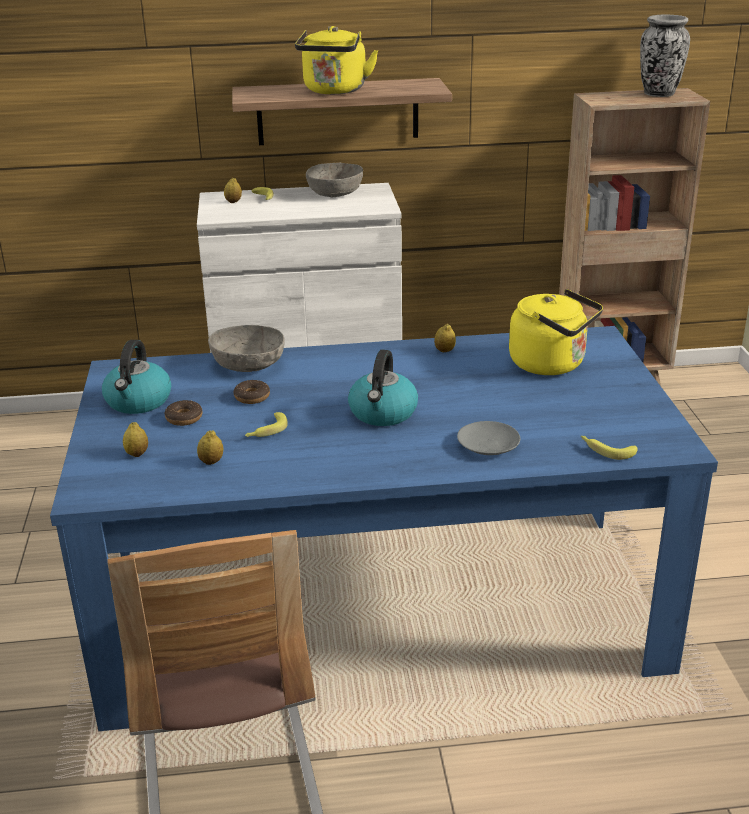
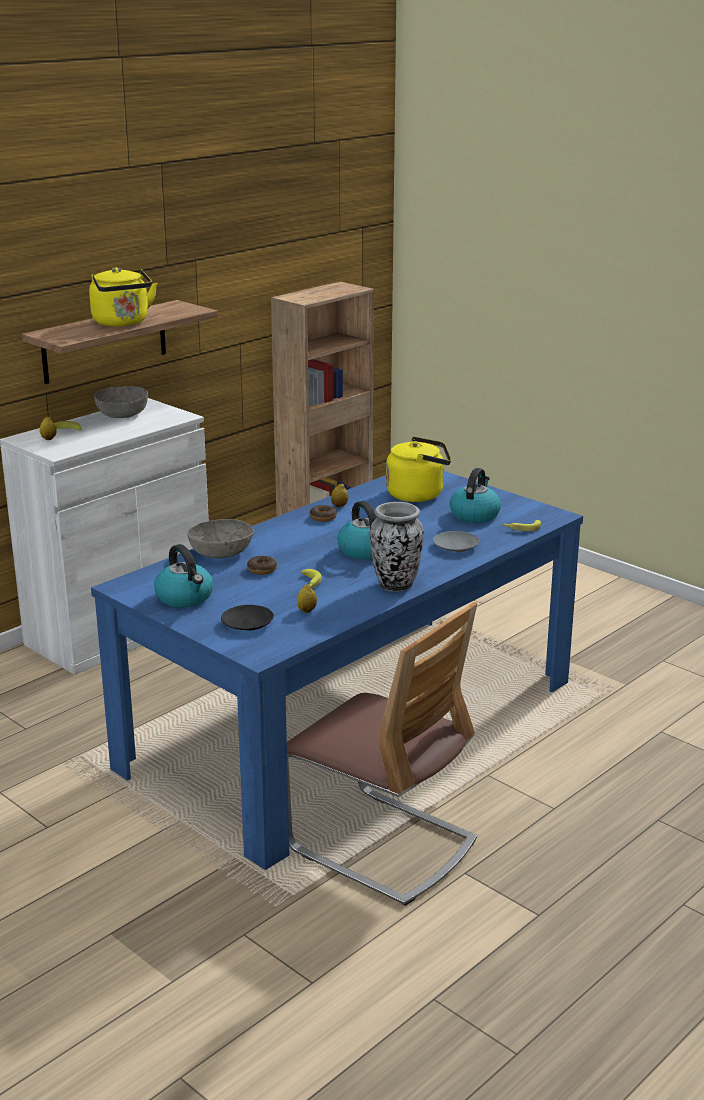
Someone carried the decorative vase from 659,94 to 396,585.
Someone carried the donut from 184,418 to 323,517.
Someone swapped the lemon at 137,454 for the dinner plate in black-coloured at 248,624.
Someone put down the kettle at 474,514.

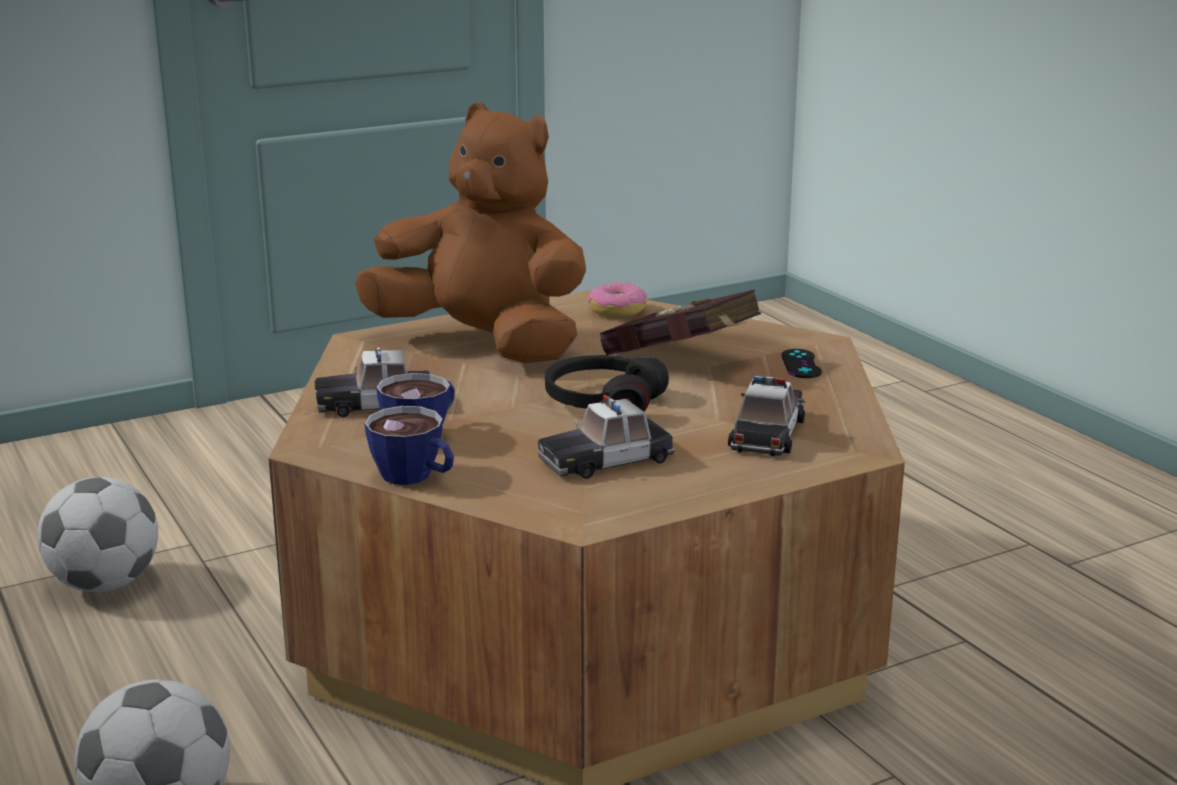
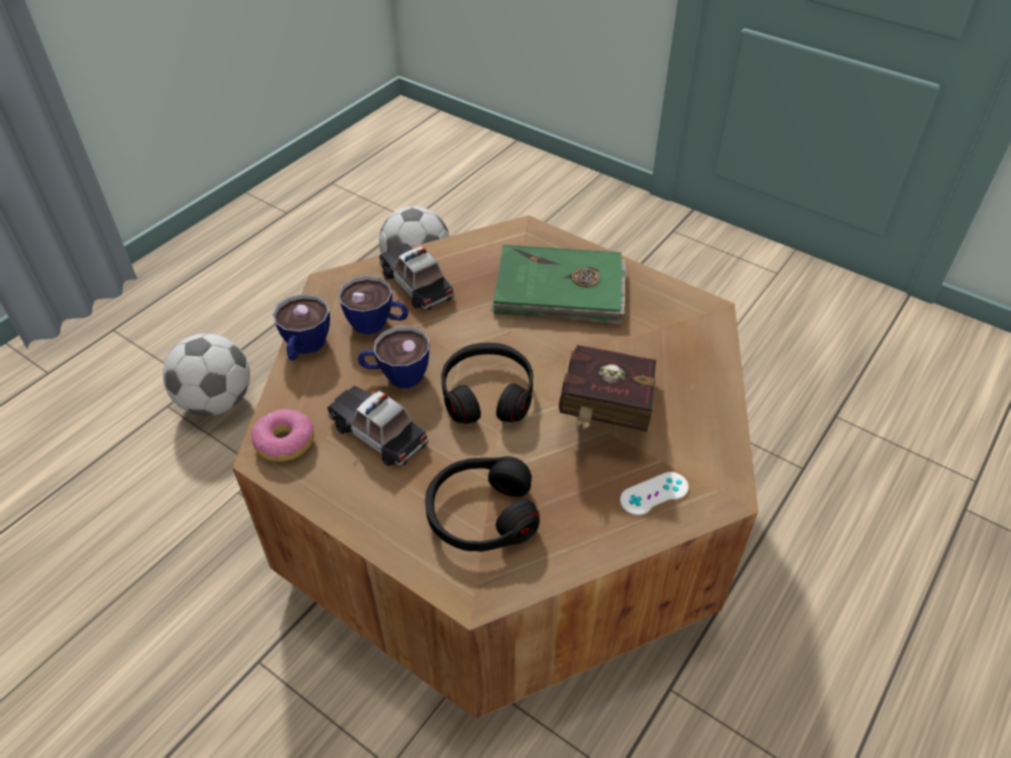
Someone swapped the soft toy in brown-coloured at 483,344 for the volume in greenish at 560,290.
Someone carried the donut from 617,310 to 285,442.
Someone repainted the game controller in black-coloured at 801,364, which became the game controller in white-coloured at 654,494.
Someone swapped the model car at 768,432 for the headphones in black-coloured at 481,514.
Someone put down the drinking cup at 396,375.

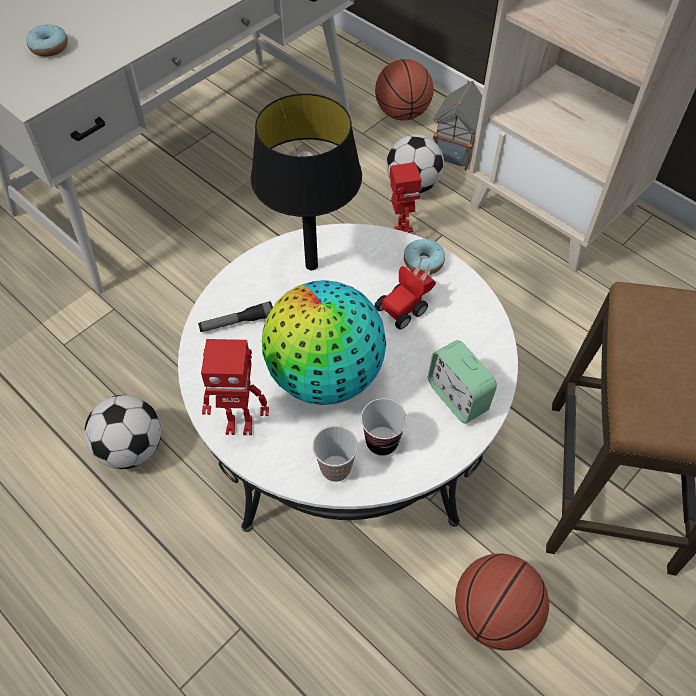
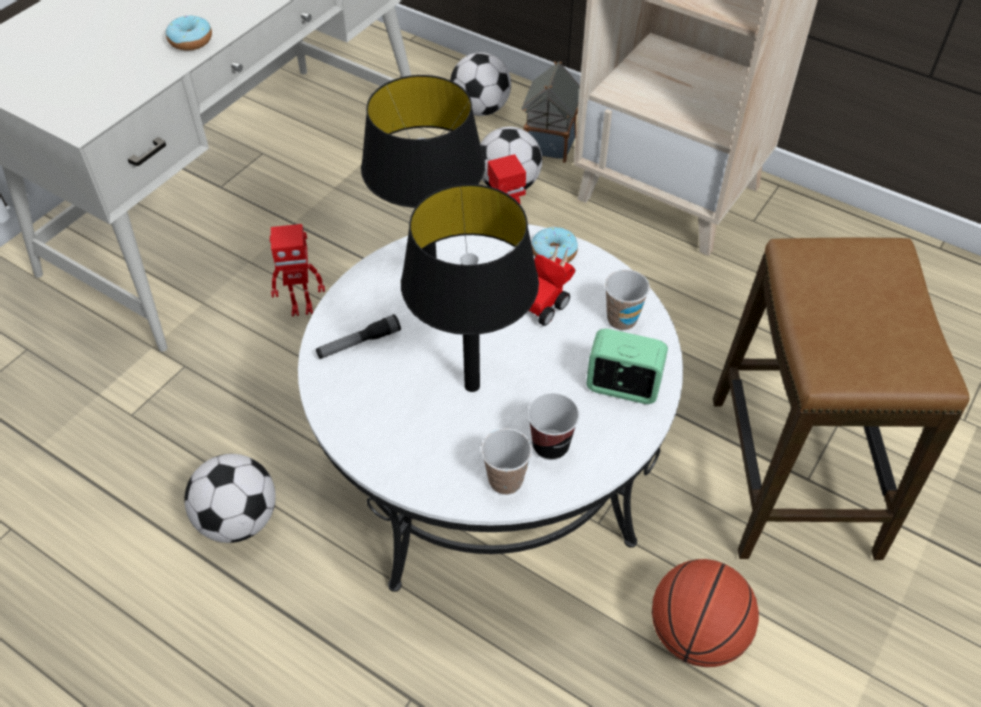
Someone carried the donut from 49,47 to 191,41.
Someone swapped the ball for basketball at 402,113 for the ball for football at 480,109.
Someone swapped the world globe at 325,376 for the tabletop lamp in black-coloured at 472,386.
Someone carried the toy robot from 240,424 to 302,308.
Someone rotated the alarm clock at 457,397 by 150 degrees clockwise.
Someone put down the drinking cup at 622,319.

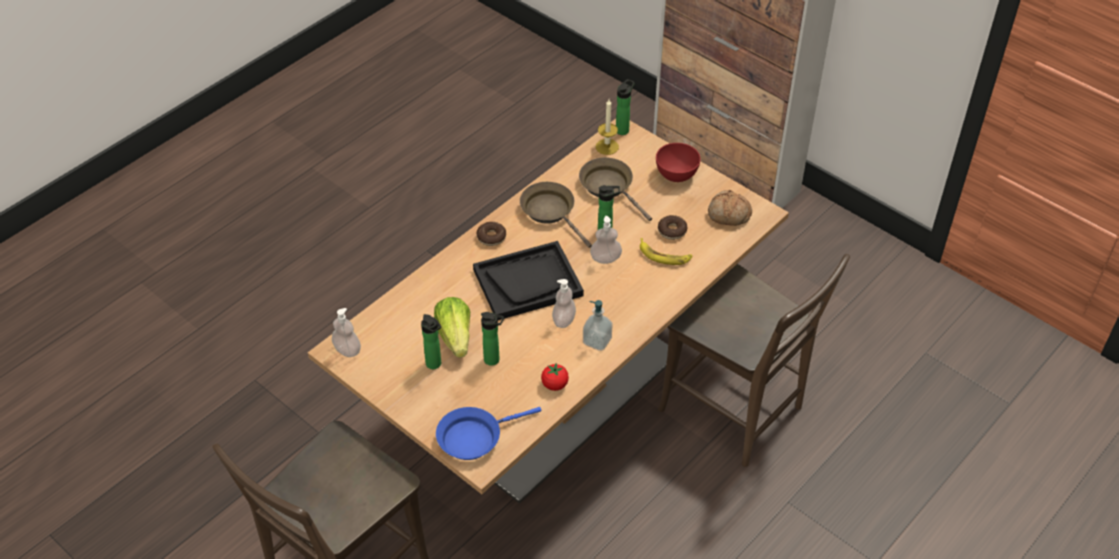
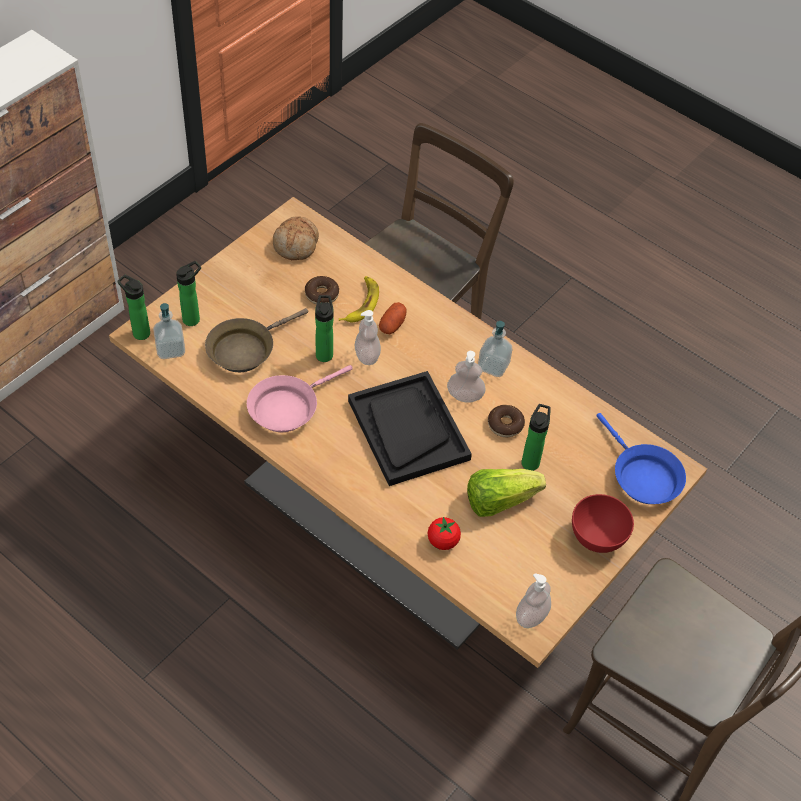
Someone swapped the wax light at 607,147 for the soap bottle at 170,349.
Someone carried the bowl in red-coloured from 676,175 to 597,537.
Someone repainted the pan in brown-coloured at 551,212, which became the pan in pink at 287,407.
Someone carried the donut from 491,237 to 505,424.
Someone carried the bottle from 435,365 to 193,318.
Someone carried the fresh tomato from 554,385 to 443,541.
Someone put down the spud at 392,325.

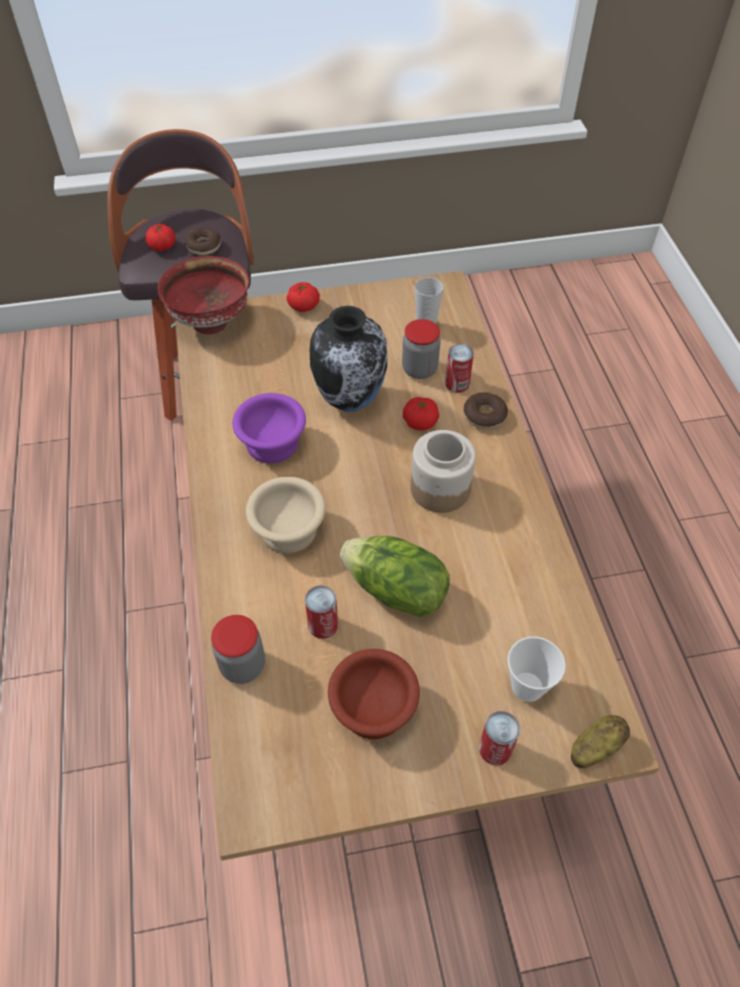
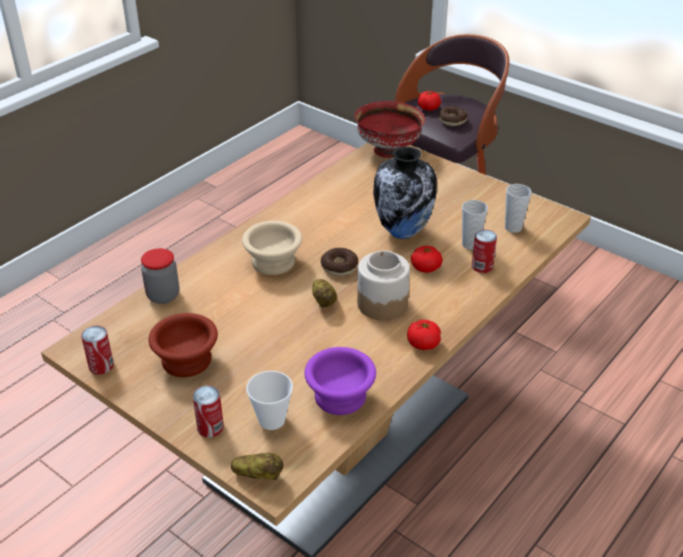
Someone carried the fresh tomato from 303,306 to 423,344.
Someone swapped the preserve jar at 419,369 for the drinking cup at 470,244.
Someone carried the donut from 484,416 to 339,267.
Someone carried the bowl in purple-coloured from 270,442 to 340,395.
Someone took away the head of lettuce at 395,591.
Someone carried the sealed can from 323,625 to 101,365.
Someone put down the spud at 324,301.

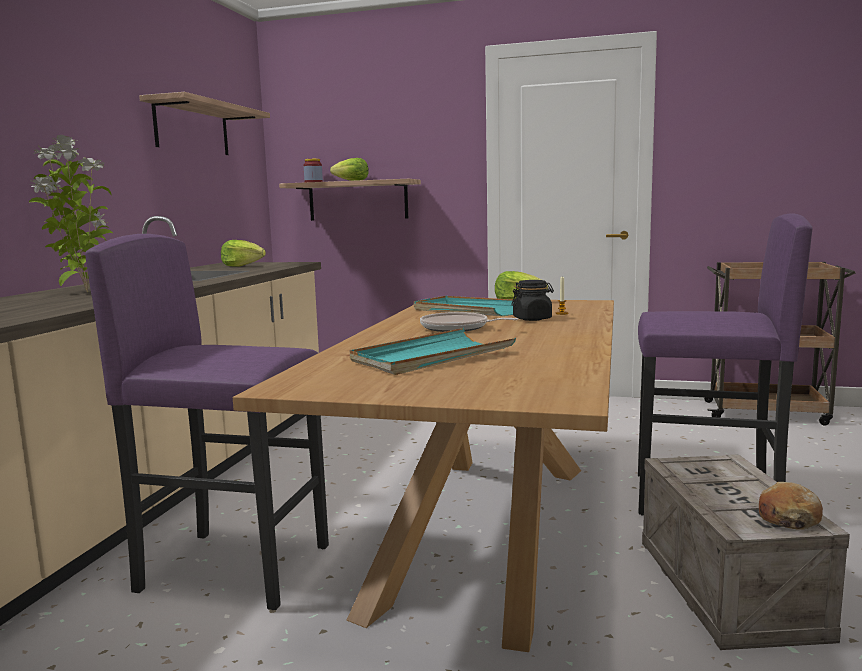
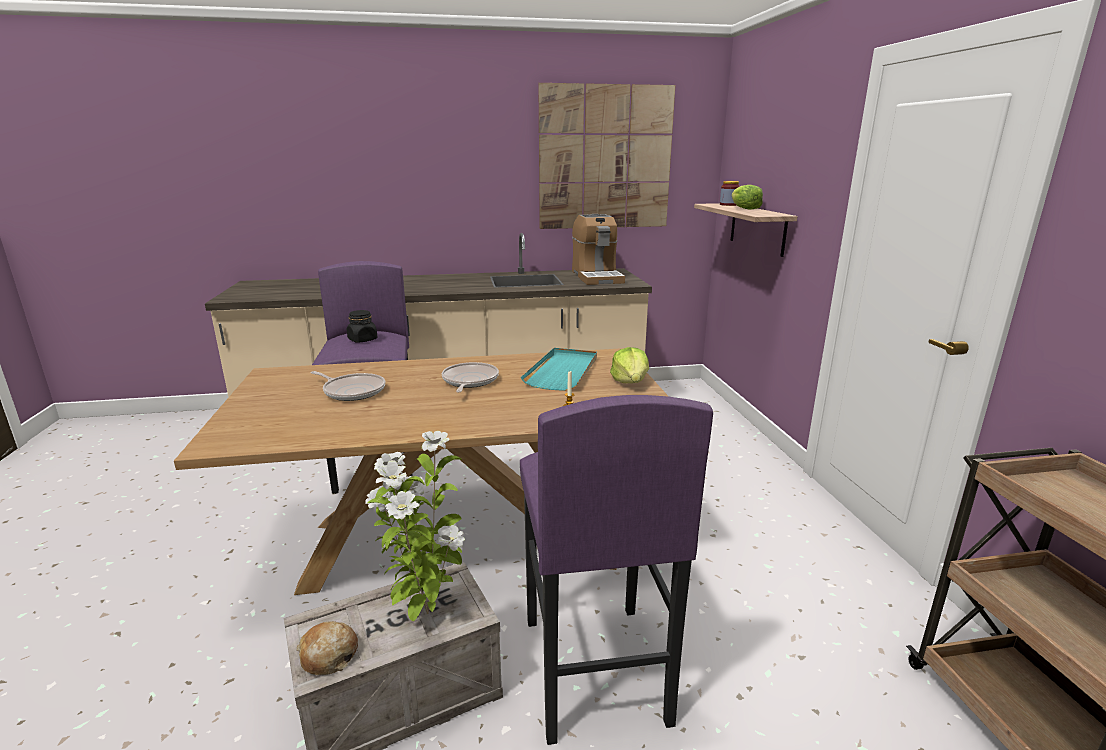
Someone swapped the wall shelf at 192,129 for the wall picture at 605,158.
Someone carried the potted plant from 84,292 to 424,613.
Someone swapped the head of lettuce at 242,266 for the coffee maker at 596,277.
Someone carried the preserve jar in black-coloured from 532,319 to 363,340.
Someone swapped the tray in blue-green at 432,357 for the pan at 352,391.

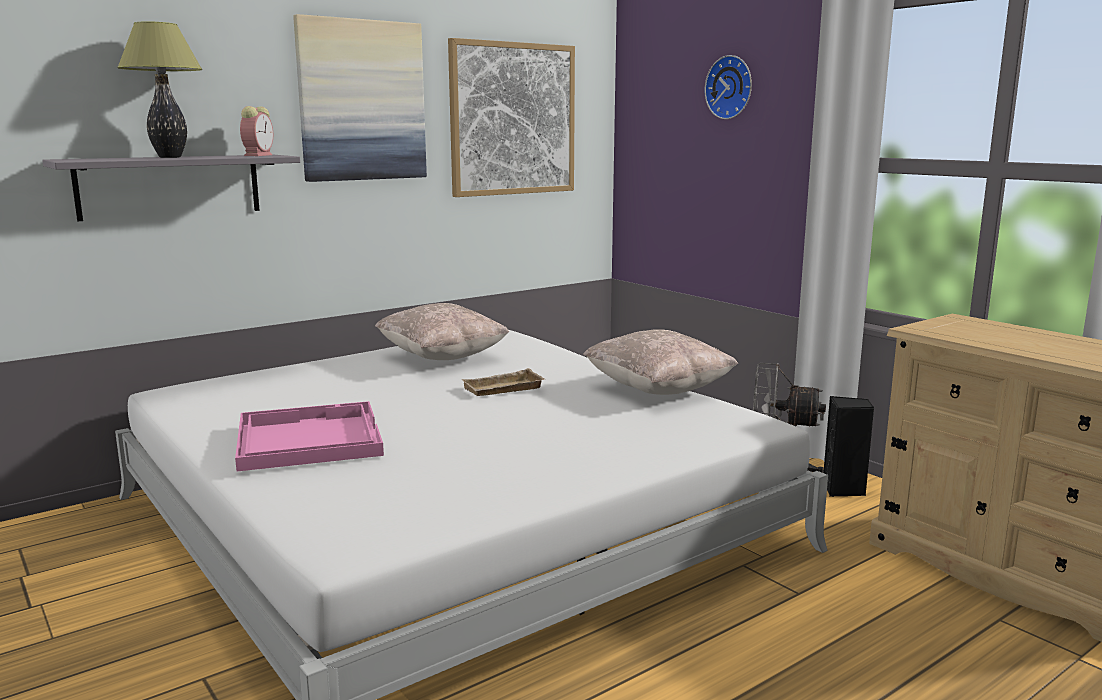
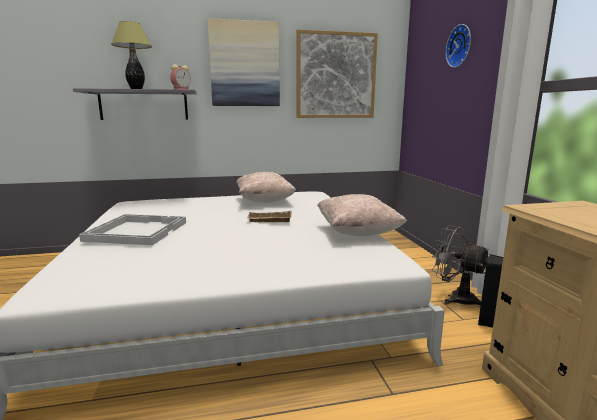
Someone repainted the tray in pink at 307,439, which became the tray in white-coloured at 137,231.

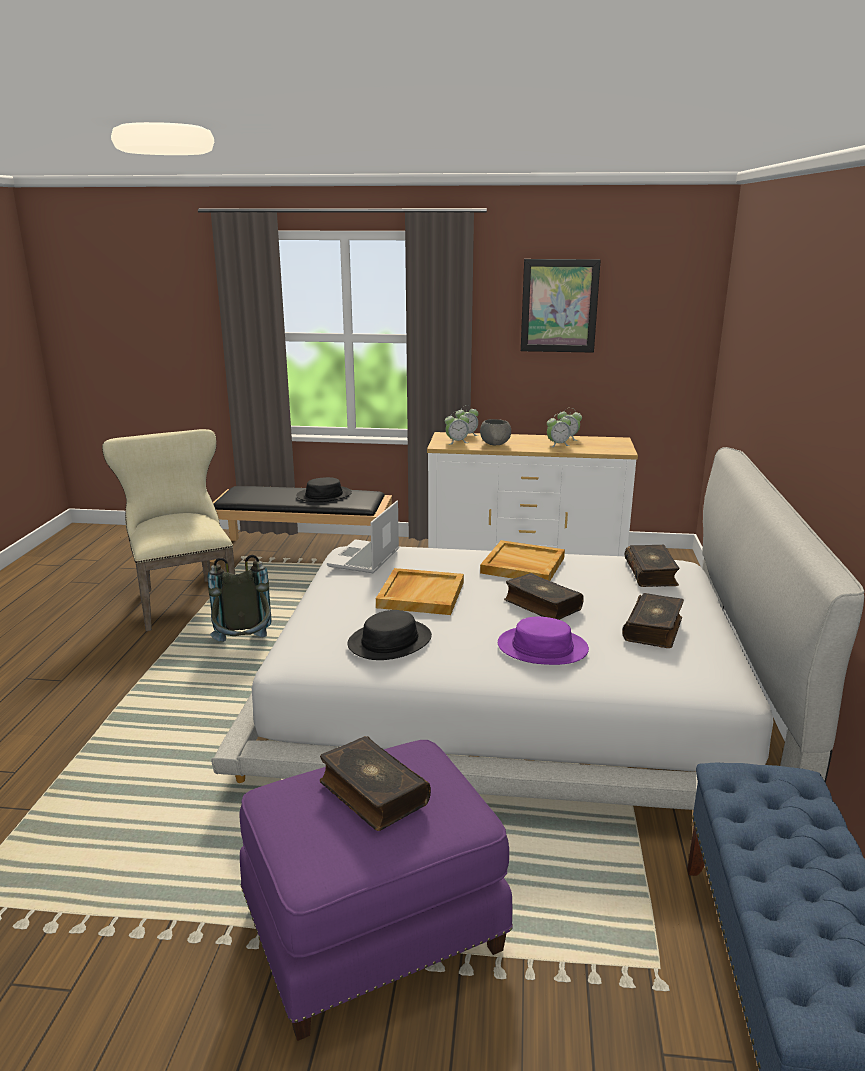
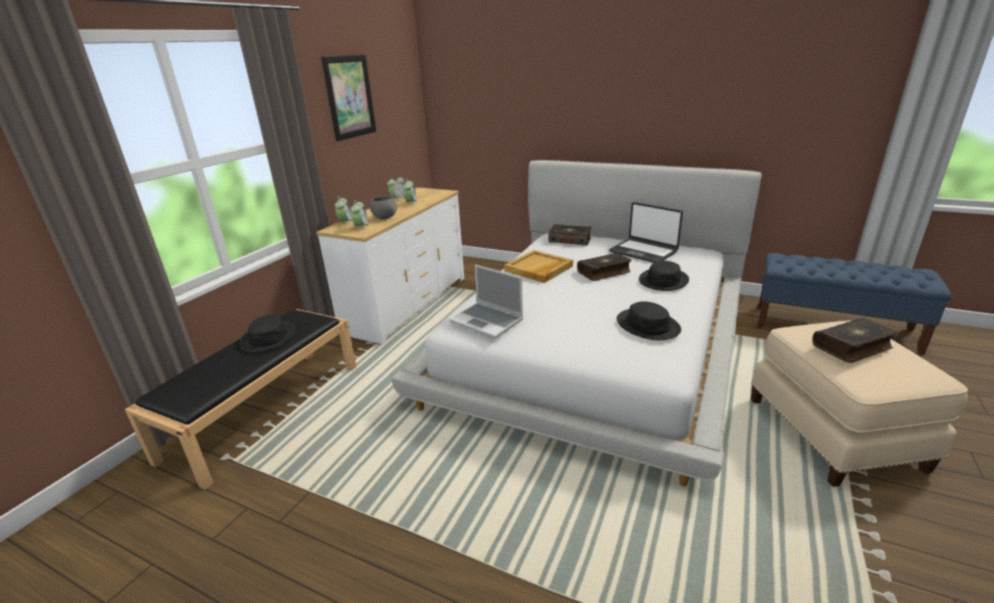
Someone took away the upright chair in sand-coloured at 183,599.
Someone took away the knapsack in greyish at 244,647.
Someone took away the tray in sand-coloured at 420,594.
Someone swapped the volume at 654,629 for the laptop at 643,251.
Someone repainted the hat in purple-coloured at 542,647, which became the hat in black-coloured at 663,280.
Someone repainted the ottoman in purple-coloured at 374,933, which became the ottoman in sand-coloured at 835,432.

